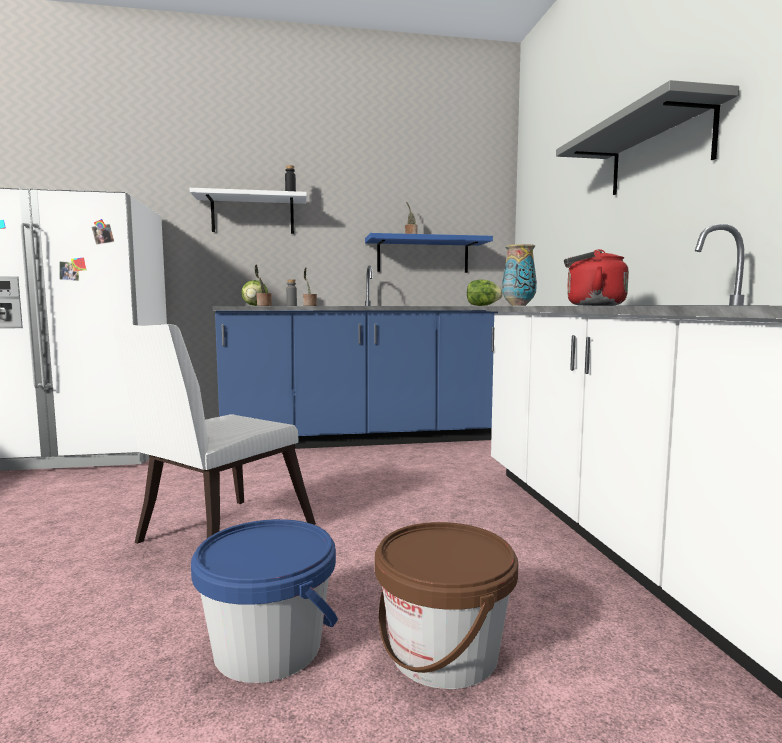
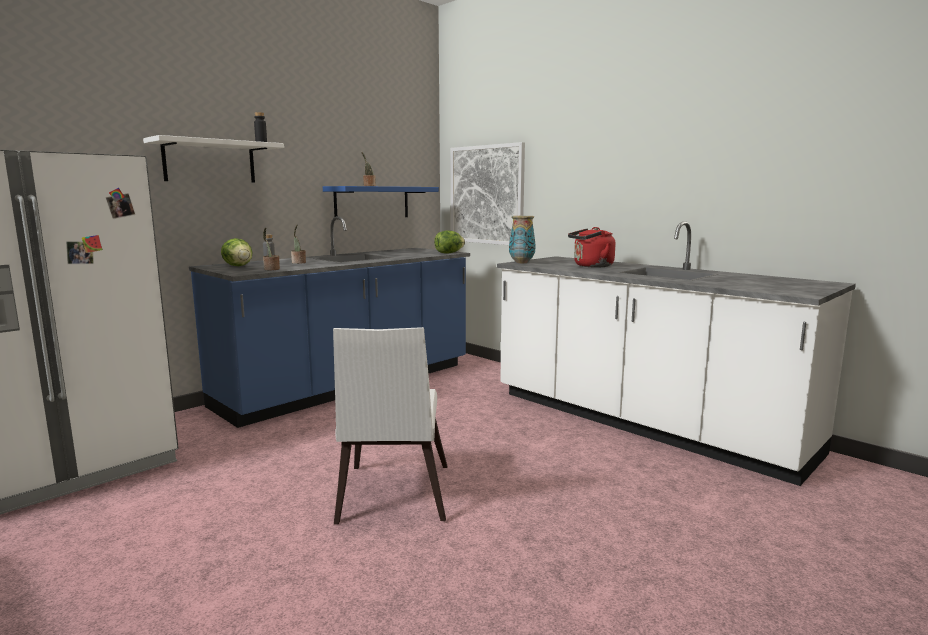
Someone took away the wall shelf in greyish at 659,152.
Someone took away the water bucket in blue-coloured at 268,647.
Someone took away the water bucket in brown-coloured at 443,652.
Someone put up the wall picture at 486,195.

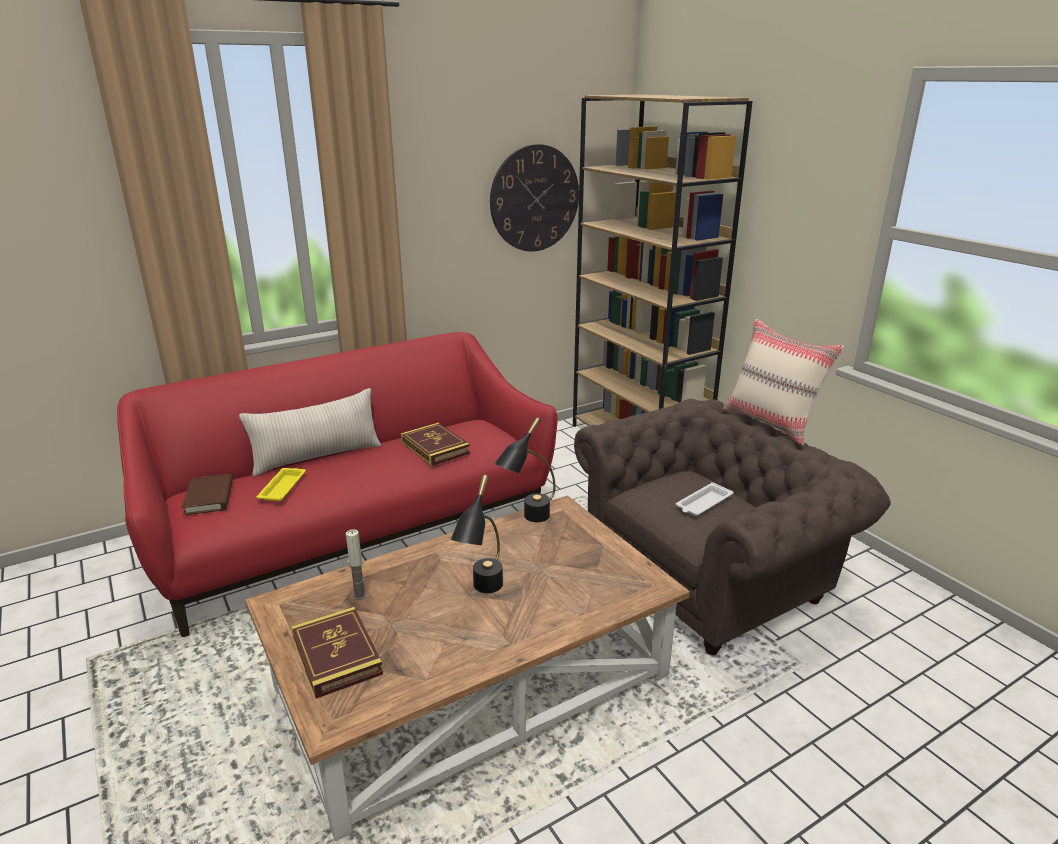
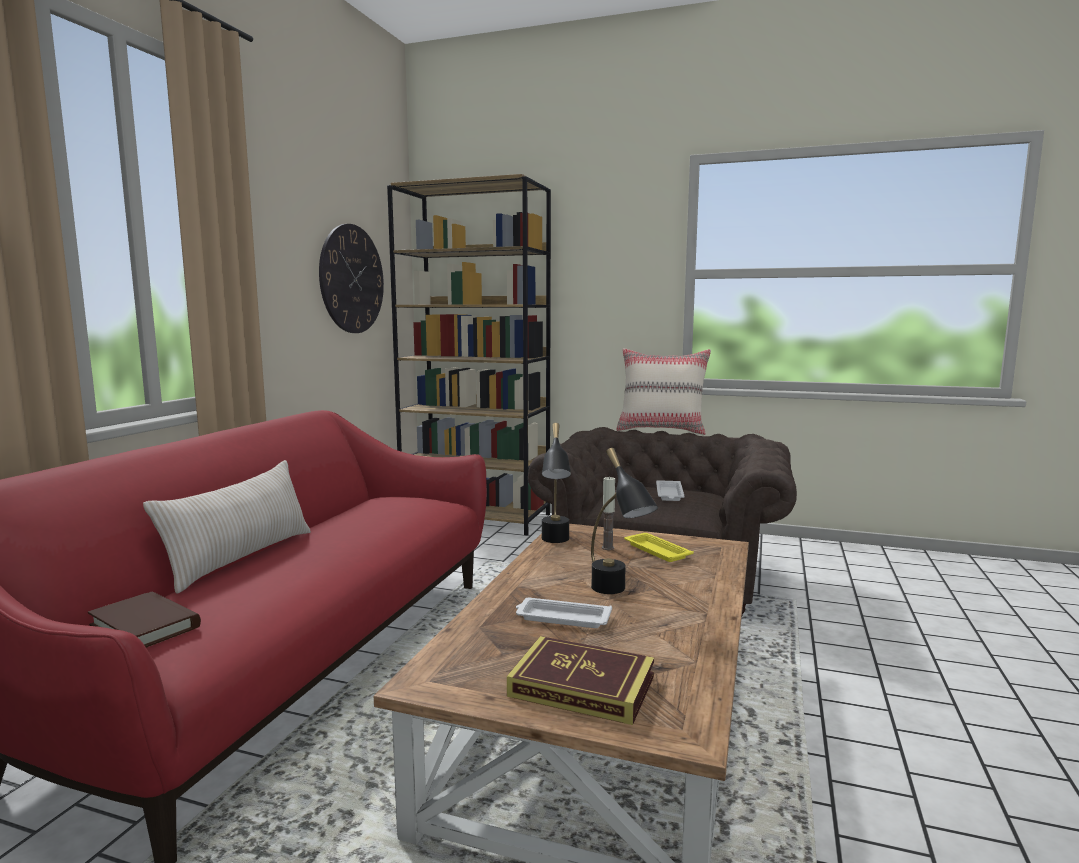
Someone took away the volume at 435,448.
Someone carried the tray in yellow from 283,487 to 656,551.
Someone carried the wax light from 359,595 to 607,548.
Someone put down the tray in white-coloured at 562,618.

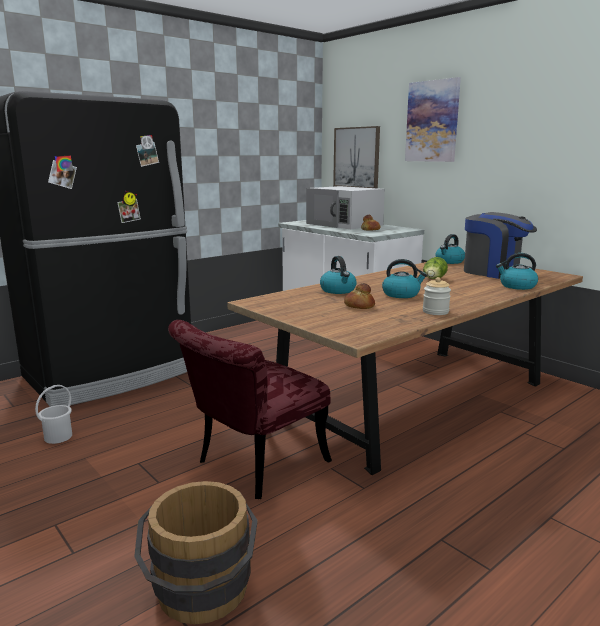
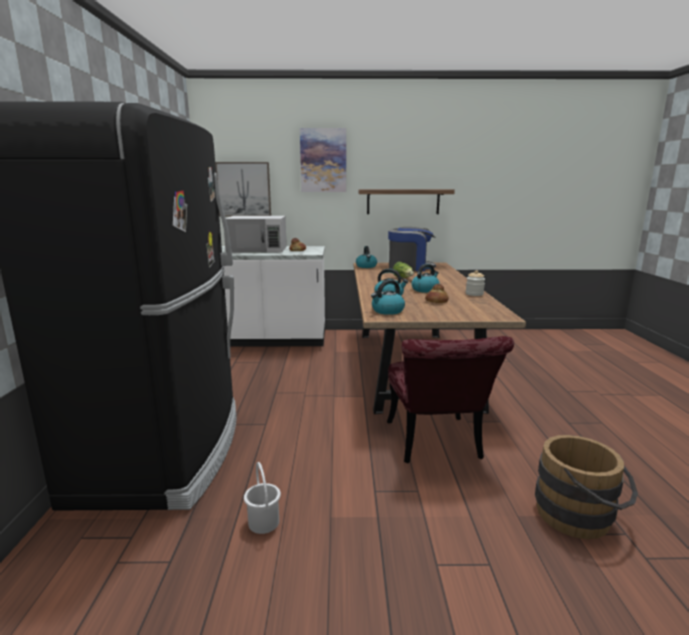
Someone carried the kettle from 517,286 to 387,311.
Someone put up the wall shelf at 403,201.

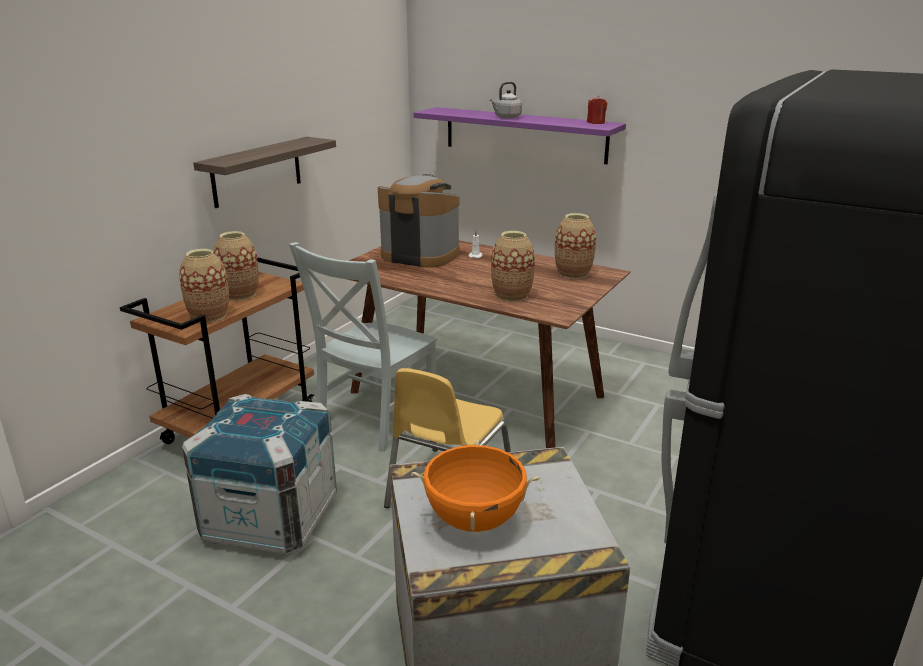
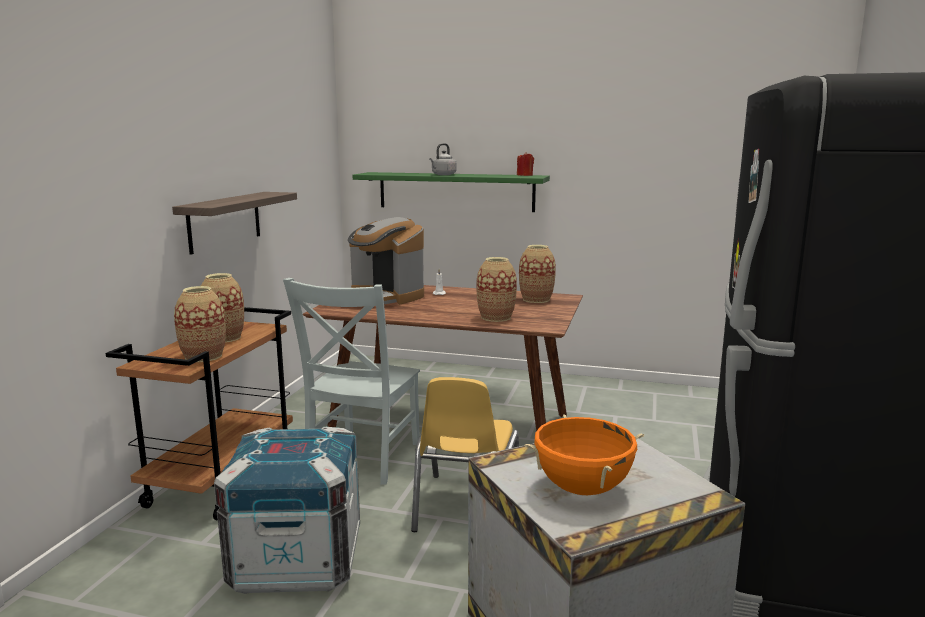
Someone repainted the wall shelf in purple-coloured at 524,134, which became the wall shelf in greenish at 456,191.
Someone rotated the coffee maker at 420,255 by 150 degrees counterclockwise.

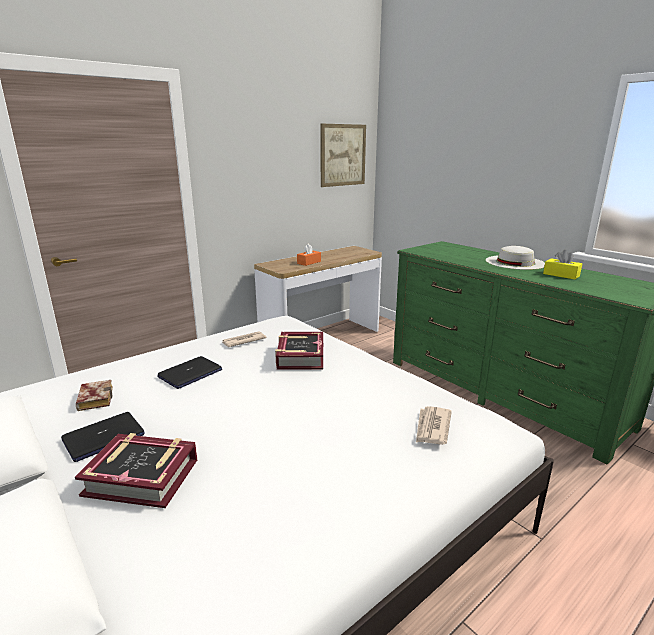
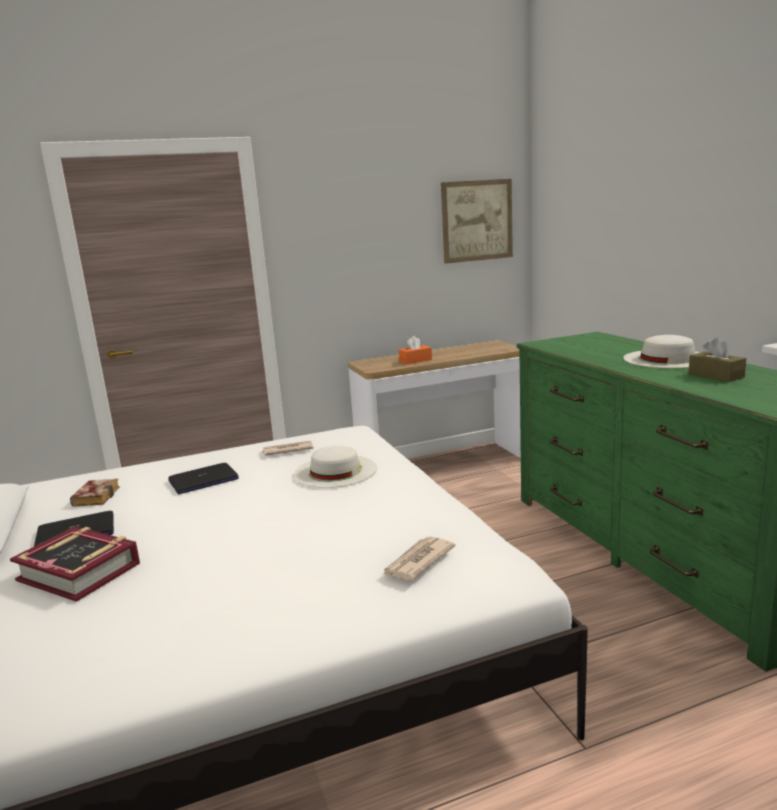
Someone repainted the box of tissues in yellow at 561,275, which became the box of tissues in brown-coloured at 716,375.
Someone swapped the volume at 300,356 for the hat in white-coloured at 335,471.

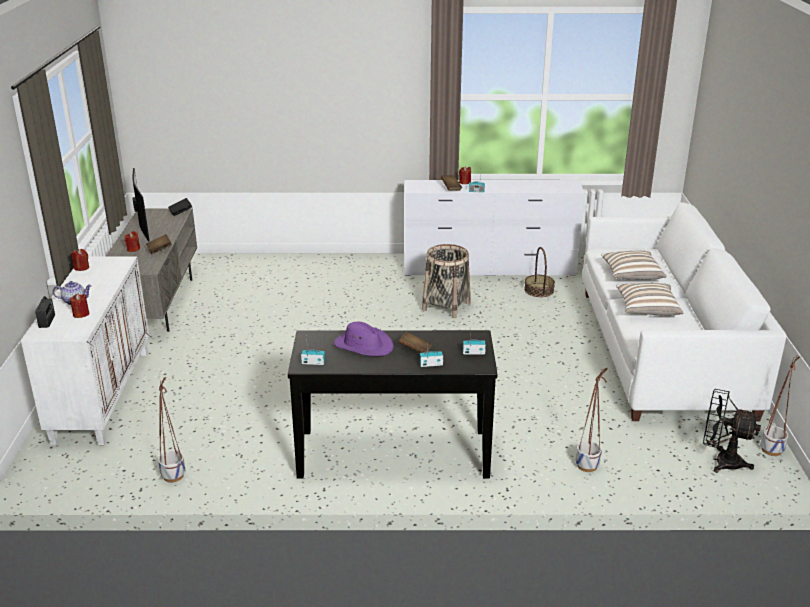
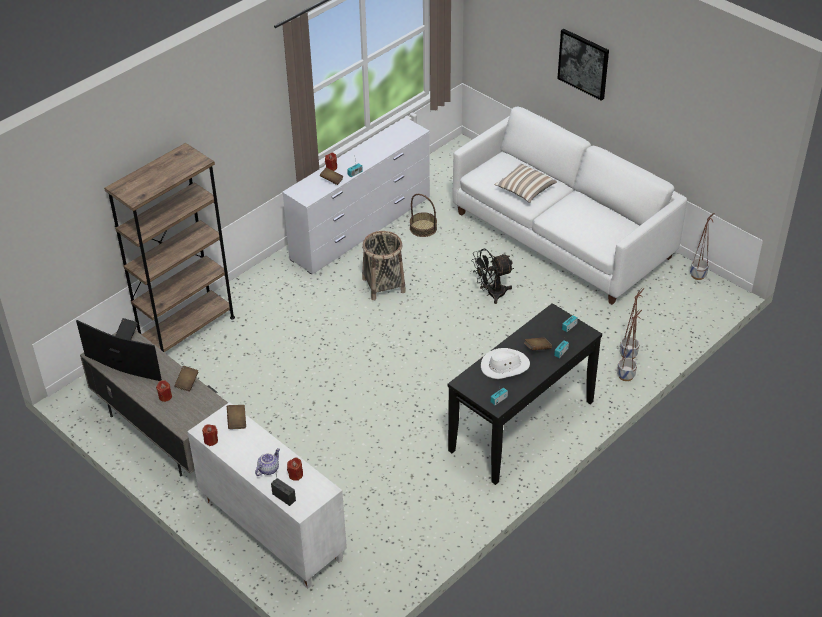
Someone took away the cushion at 647,309.
Someone repainted the hat in purple-coloured at 363,345, which became the hat in white-coloured at 504,366.
Someone carried the planter from 174,475 to 625,375.
Someone carried the fan in black-coloured from 721,461 to 491,294.
Someone put up the wall picture at 583,63.
Someone put down the shelving unit in brown-coloured at 187,330.
Someone put down the volume in brown-coloured at 237,421.

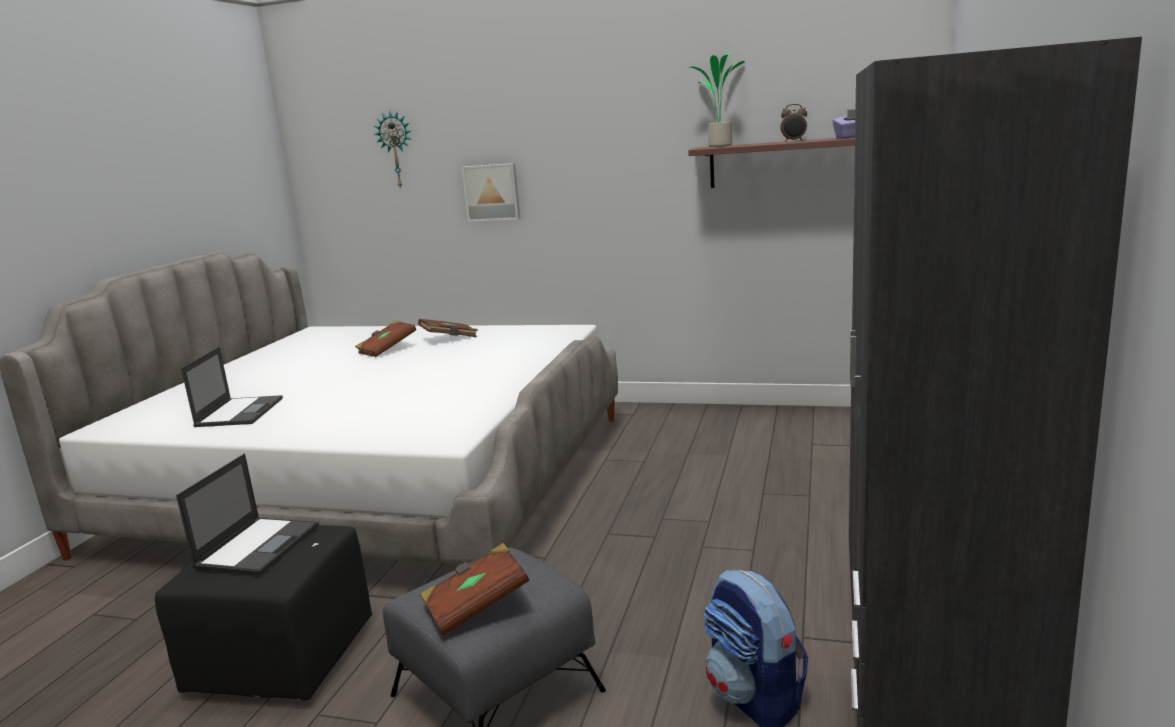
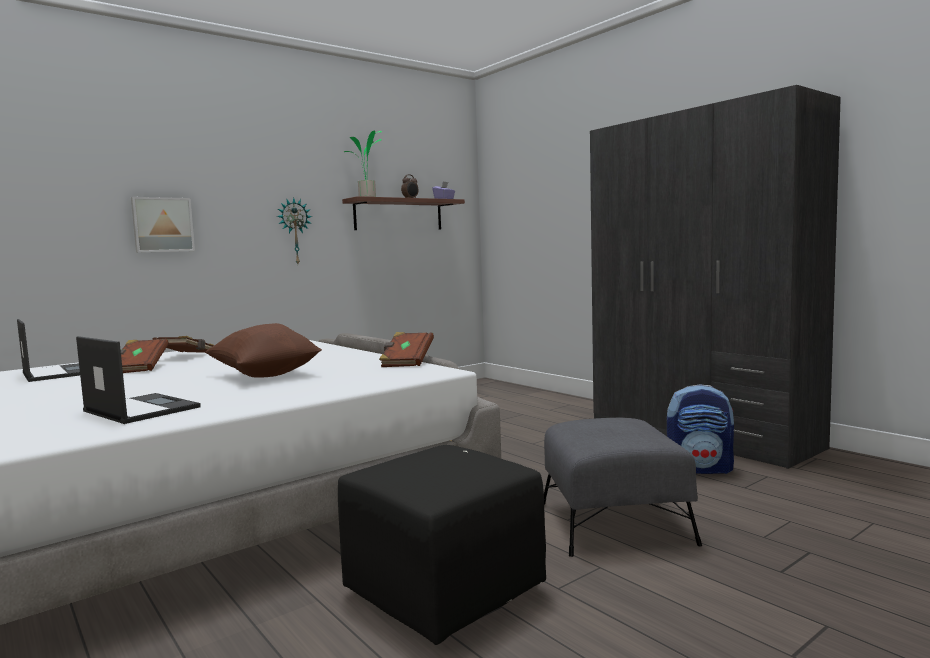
Someone carried the clock on the wall from 396,150 to 294,231.
Someone carried the laptop from 259,545 to 57,373.
Someone carried the volume in brown-coloured from 476,606 to 406,362.
Someone put down the cushion in brown-coloured at 265,375.

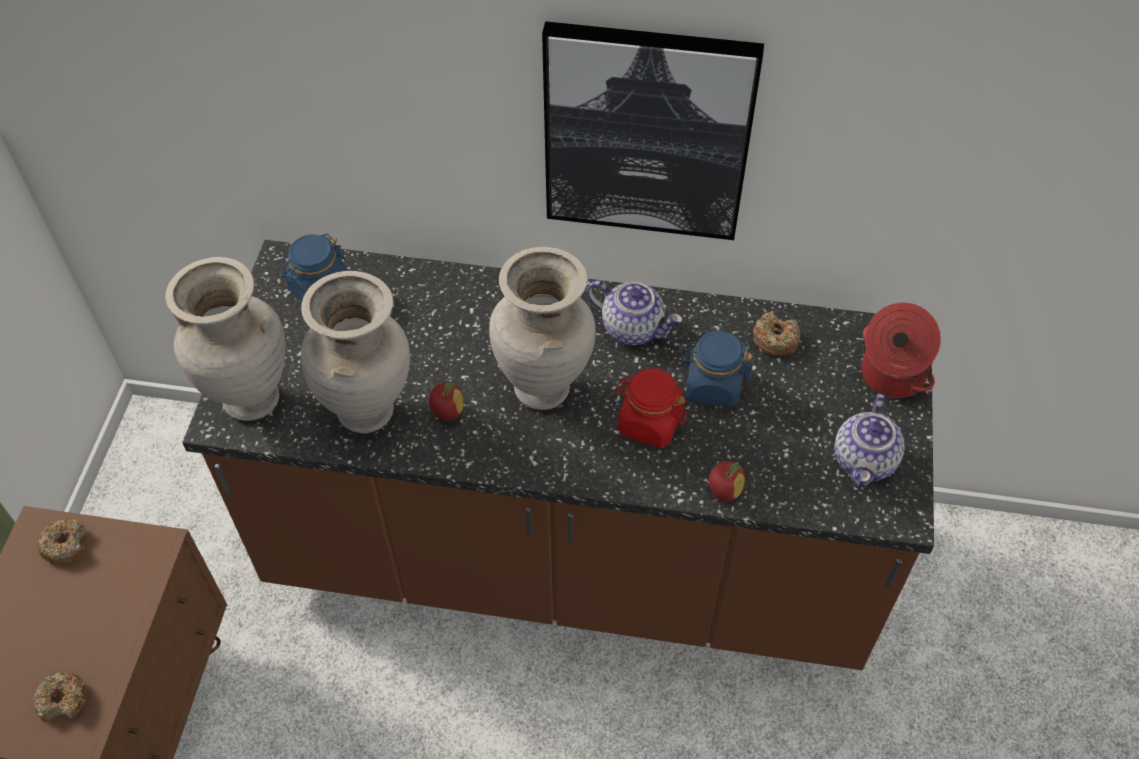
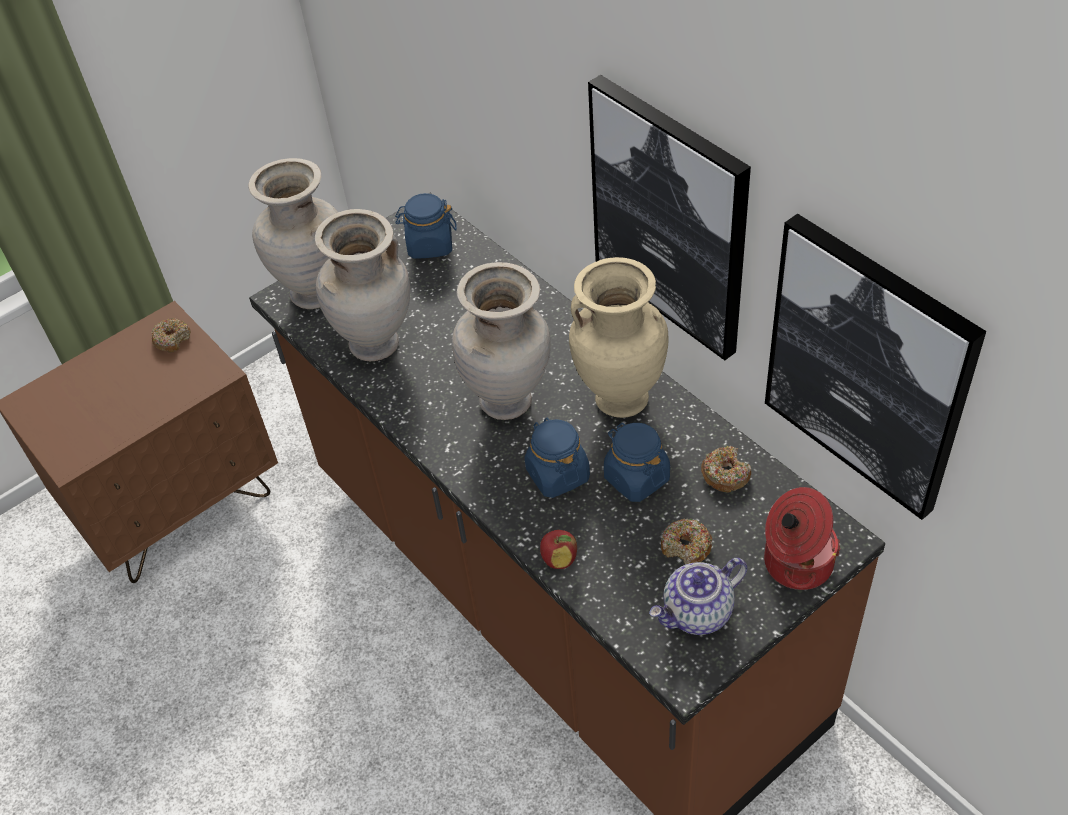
Someone swapped the teapot at 633,327 for the decorative vase in sand-coloured at 620,398.
Someone repainted the preserve jar in red-coloured at 649,423, which became the preserve jar in blue-coloured at 557,474.
Someone took away the apple at 447,413.
Someone carried the donut from 63,700 to 686,547.
Someone put up the wall picture at 867,367.

